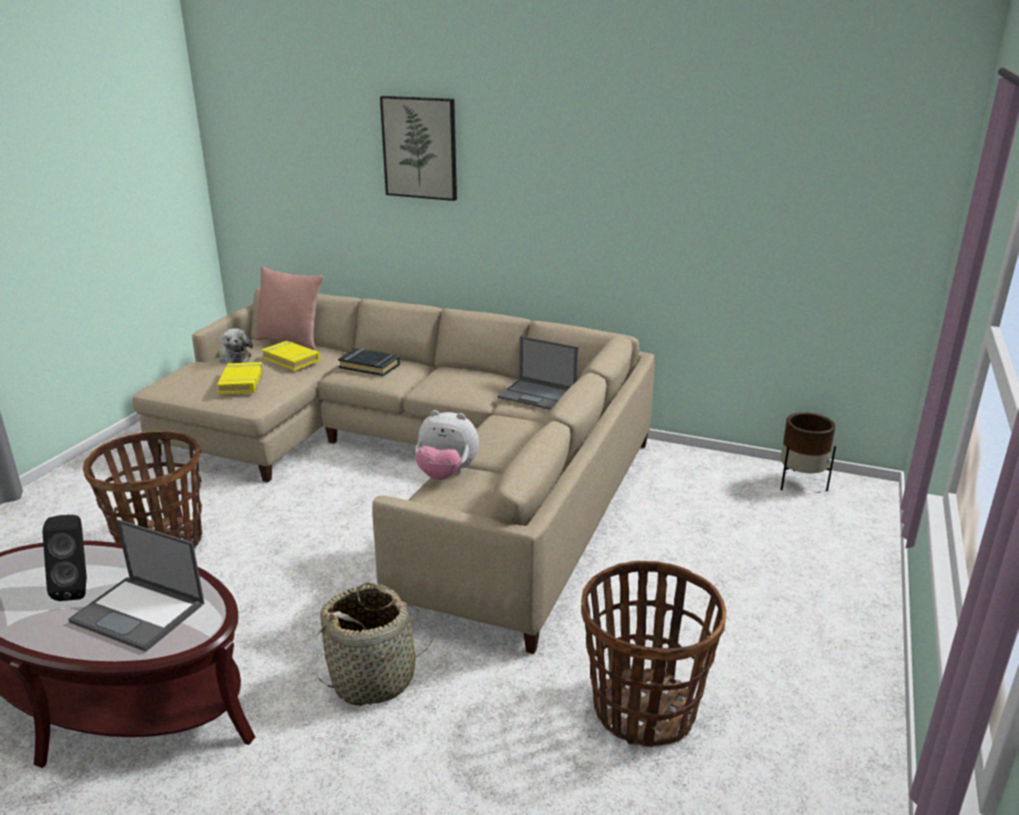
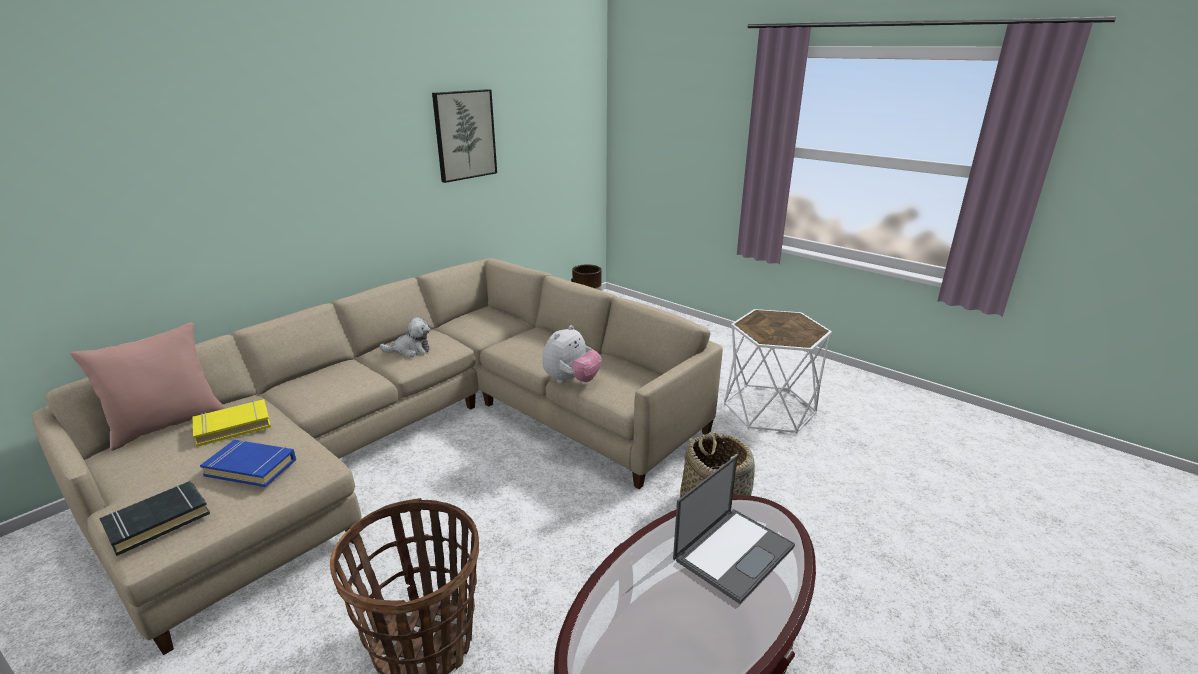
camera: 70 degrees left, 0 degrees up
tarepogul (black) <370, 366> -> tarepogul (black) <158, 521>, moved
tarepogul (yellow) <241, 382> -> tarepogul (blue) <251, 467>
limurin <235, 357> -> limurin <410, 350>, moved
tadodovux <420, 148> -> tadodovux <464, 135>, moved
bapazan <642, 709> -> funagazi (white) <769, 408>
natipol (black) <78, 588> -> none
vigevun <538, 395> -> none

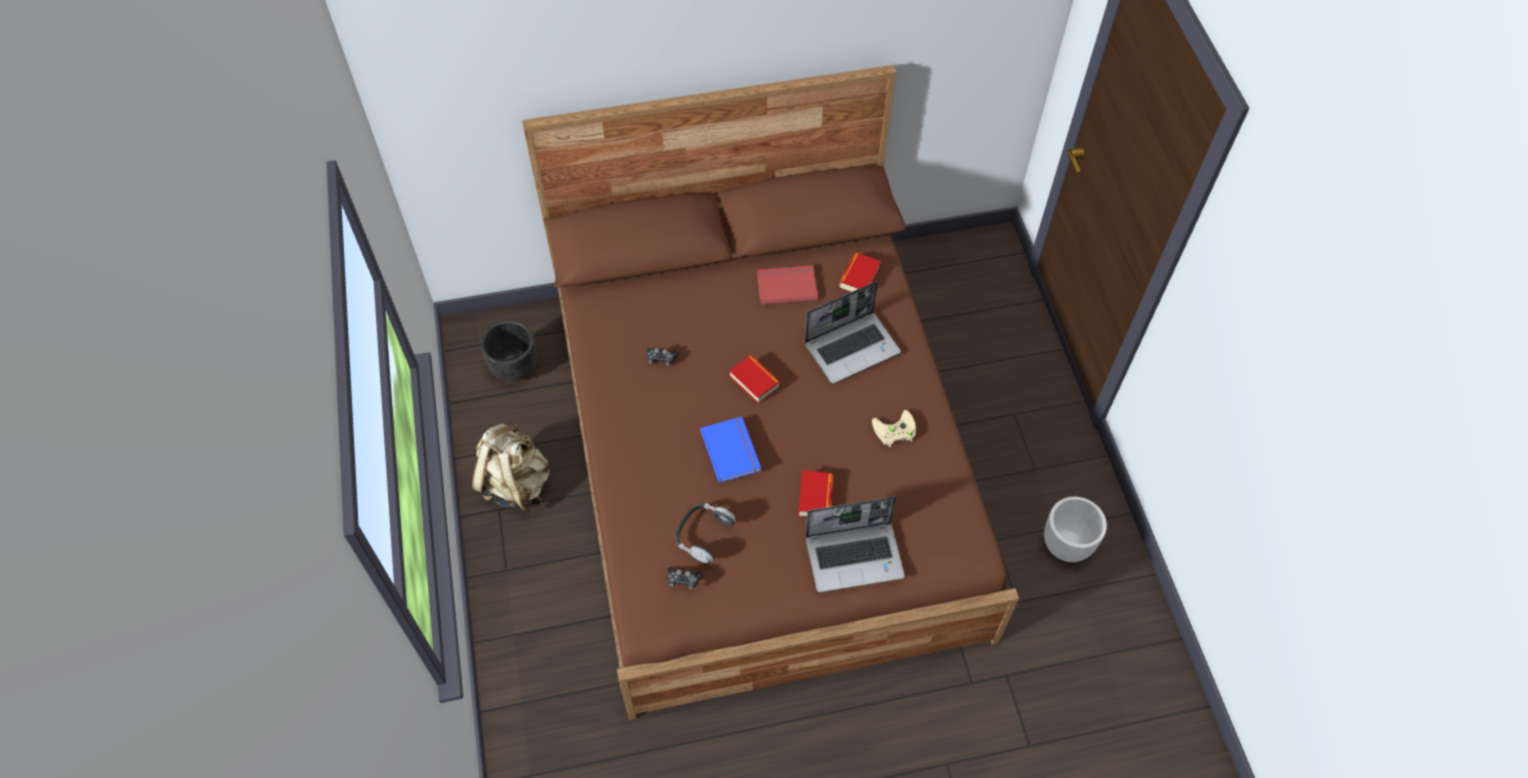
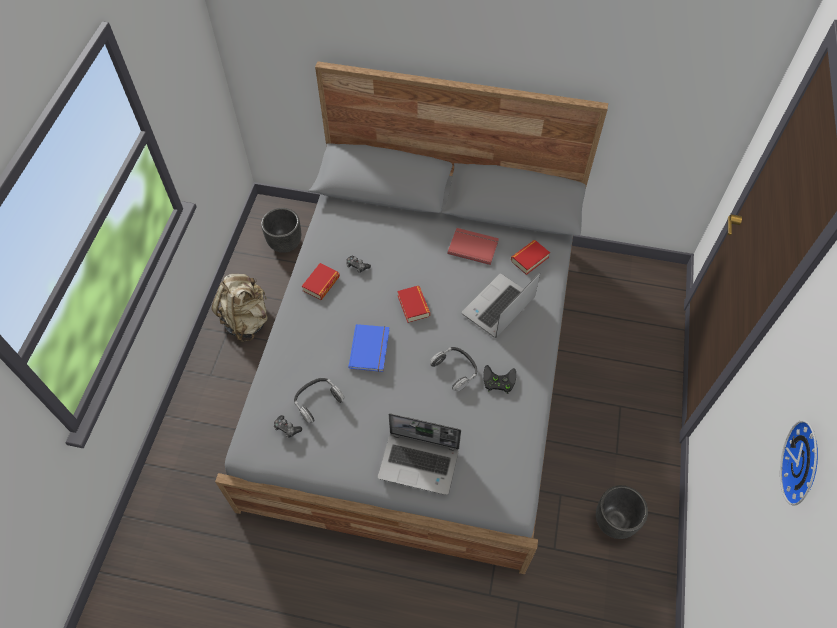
camera: 25 degrees right, 0 degrees up
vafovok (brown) <763, 457> -> vafovok (grey) <419, 366>
tarepogul <815, 497> -> tarepogul <321, 284>, moved
none -> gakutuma <455, 370>
vigevun <852, 347> -> vigevun <498, 308>, 135 degrees clockwise
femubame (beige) <894, 431> -> femubame (black) <497, 381>
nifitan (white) <1067, 545> -> nifitan (black) <614, 522>
none -> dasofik <805, 464>

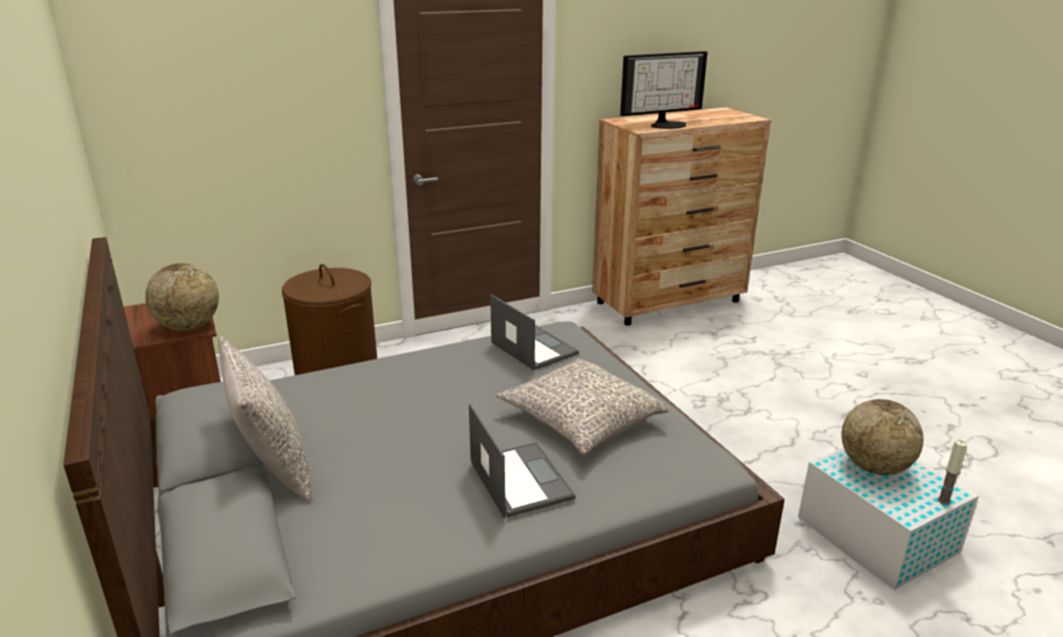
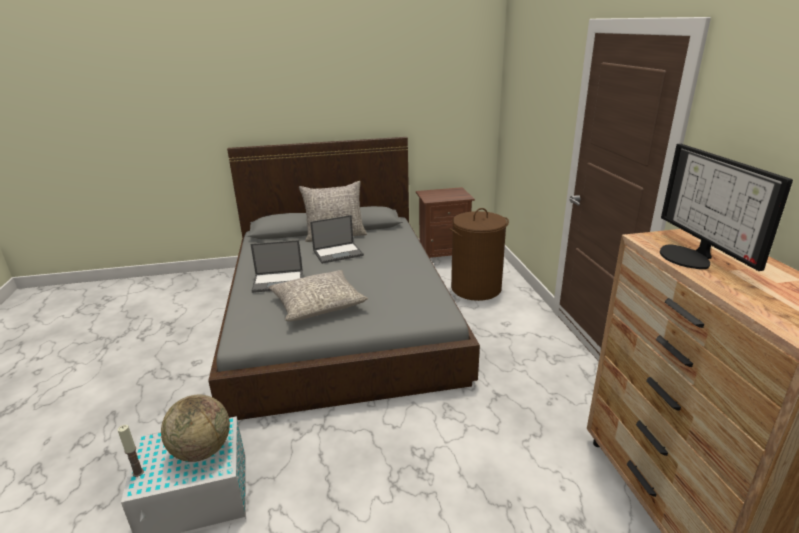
camera: 105 degrees right, 0 degrees up
vigevun <533, 348> -> vigevun <338, 253>, moved
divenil <188, 326> -> none

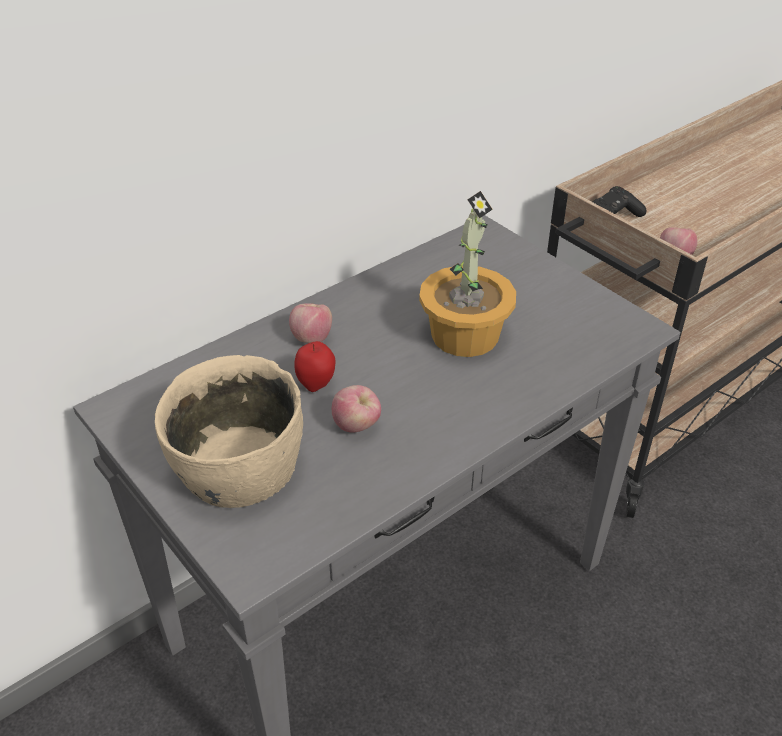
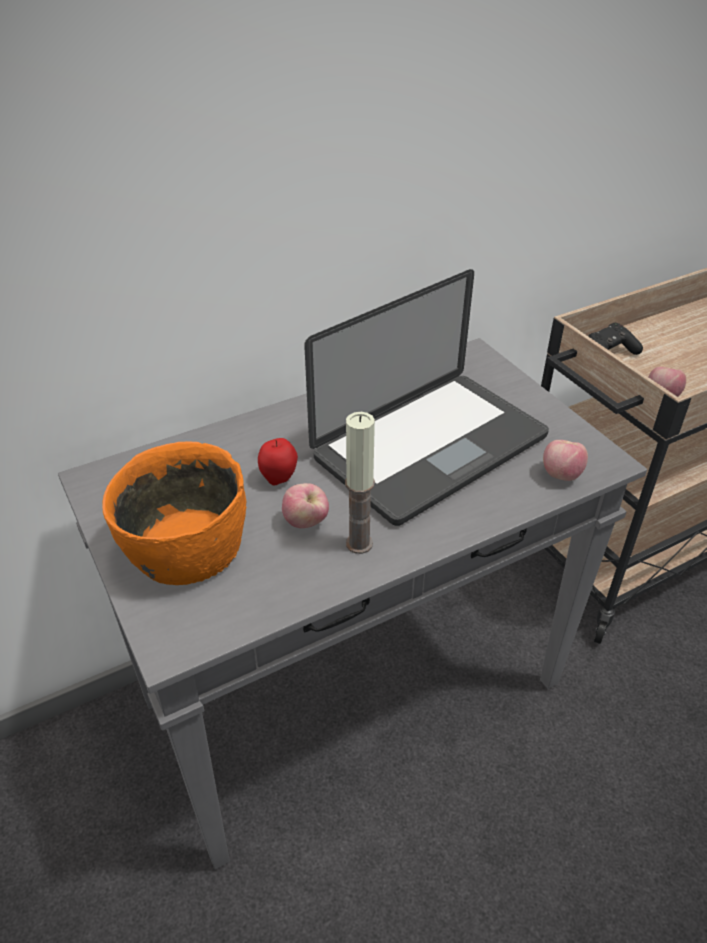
camera: 10 degrees right, 0 degrees up
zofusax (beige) <237, 469> -> zofusax (orange) <184, 549>
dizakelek <464, 334> -> vigevun <430, 448>
none -> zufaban <359, 543>
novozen <312, 338> -> novozen <561, 474>, moved

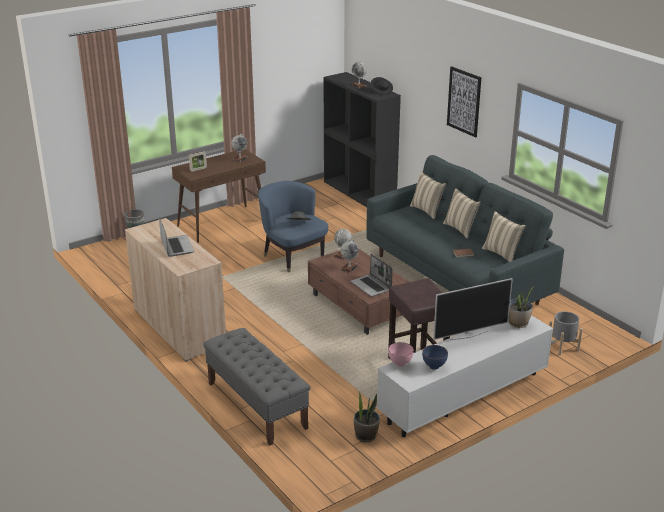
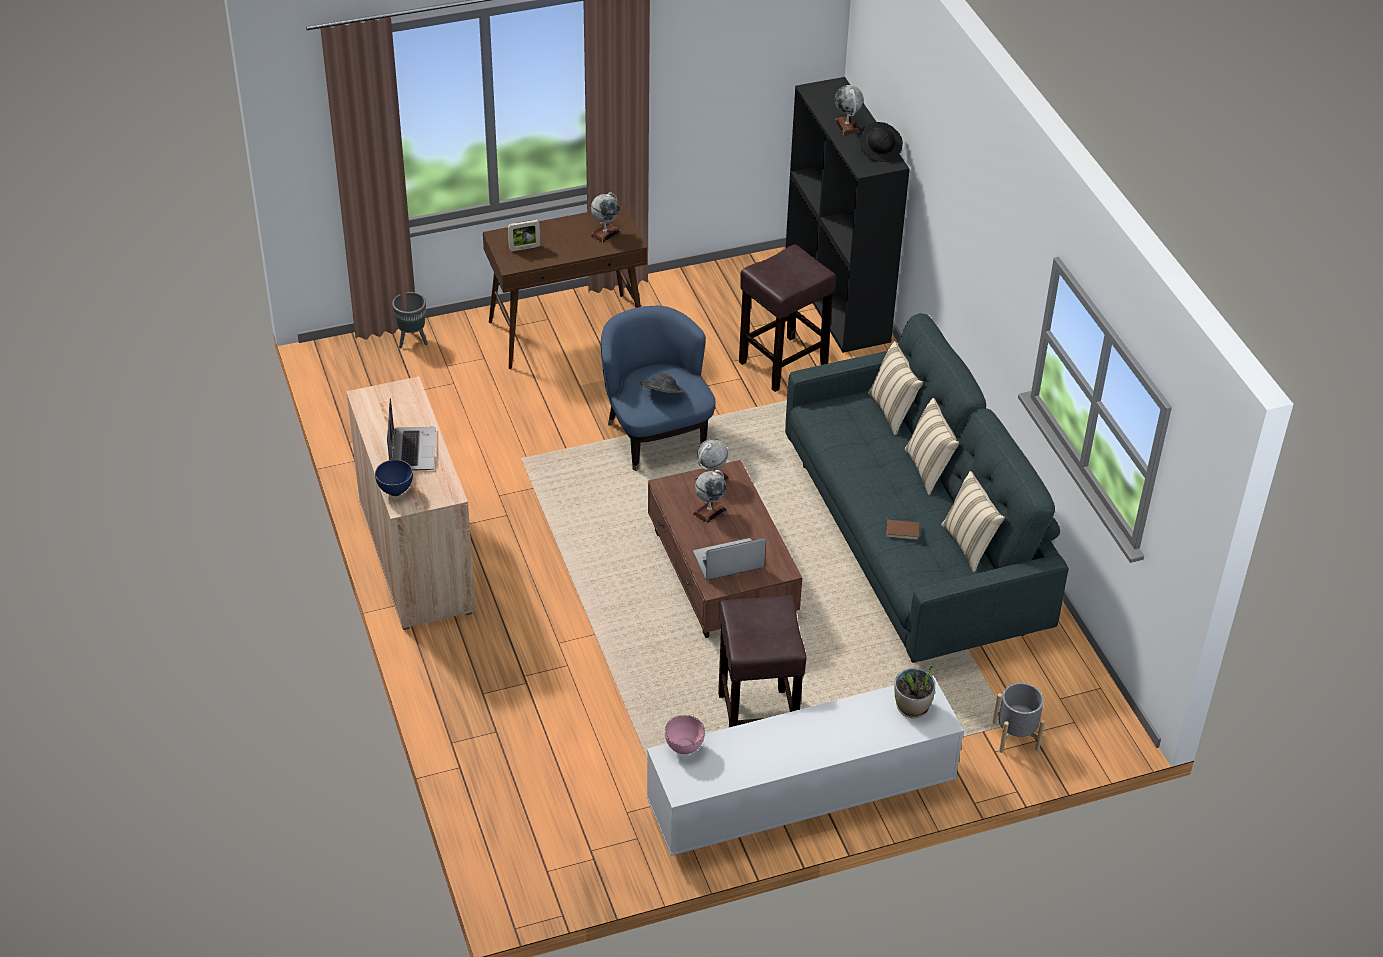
camera: 15 degrees right, 15 degrees up
zofusax (blue) <434, 367> -> zofusax (blue) <395, 492>, moved
vigevun <371, 286> -> vigevun <727, 562>, 90 degrees clockwise
none -> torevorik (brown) <782, 364>
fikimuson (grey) <256, 405> -> none
dizakelek <366, 436> -> none
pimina <468, 335> -> none
tadodovux <464, 101> -> none

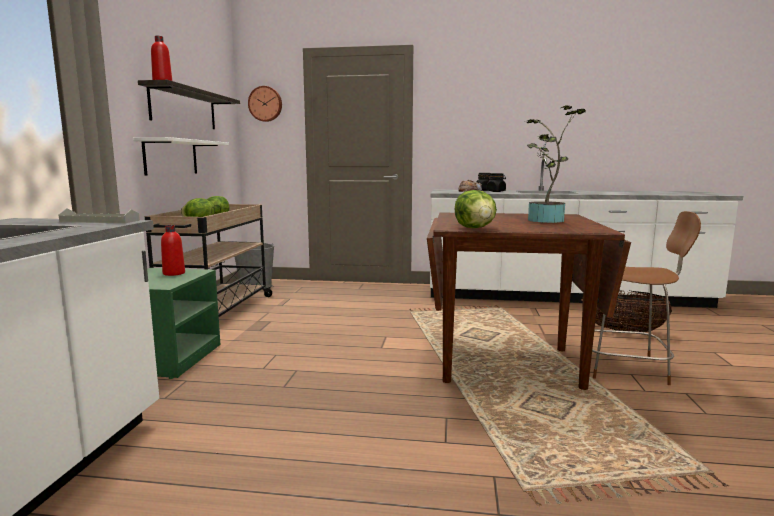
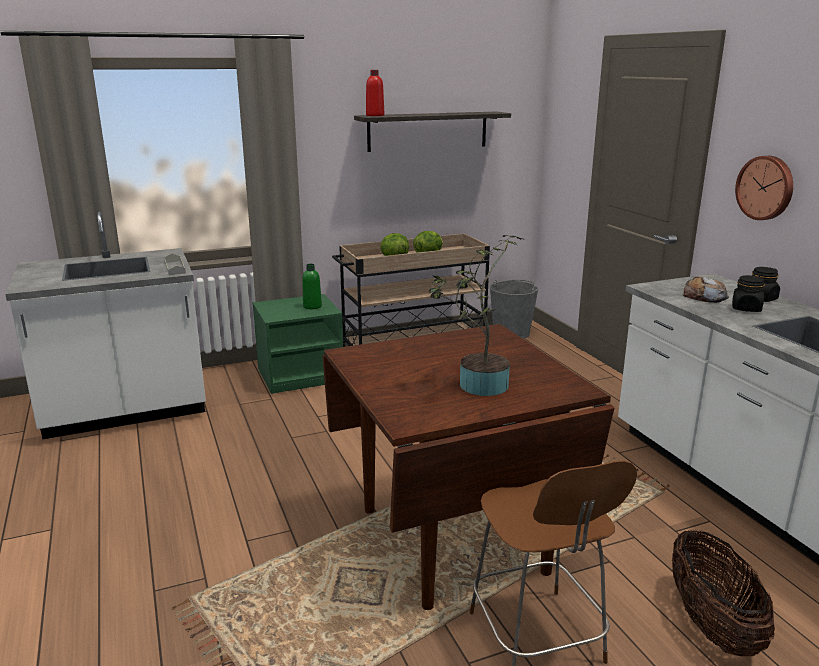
camera: 60 degrees right, 10 degrees up
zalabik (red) <174, 273> -> zalabik (green) <312, 306>
dasofik <265, 104> -> dasofik <766, 187>, moved
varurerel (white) <171, 157> -> none
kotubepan <475, 228> -> none

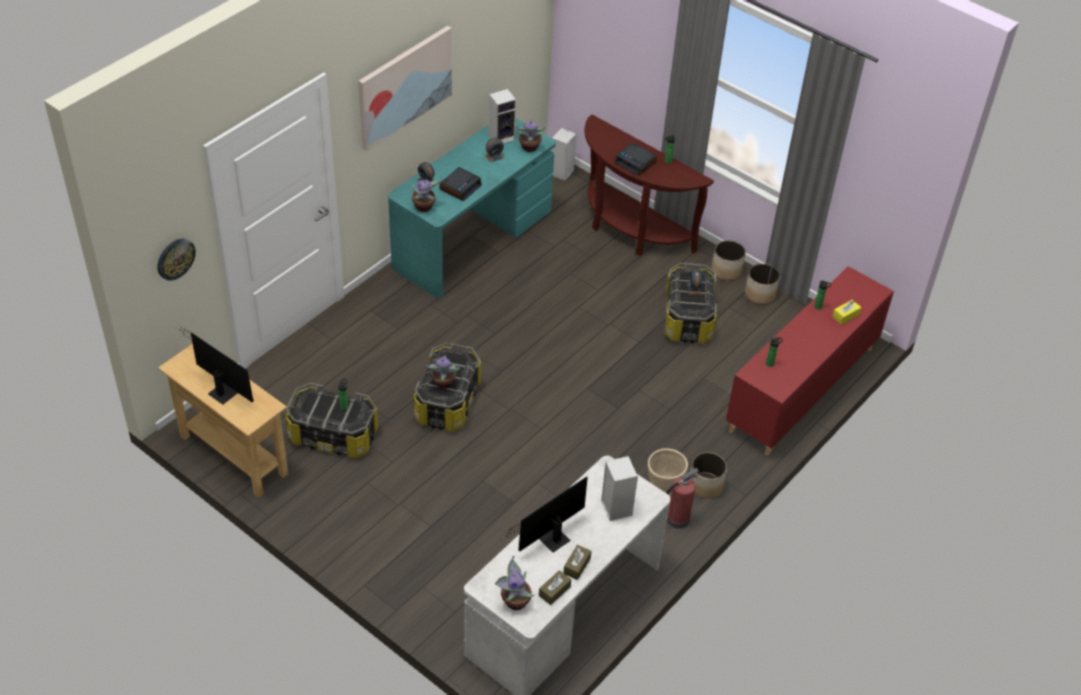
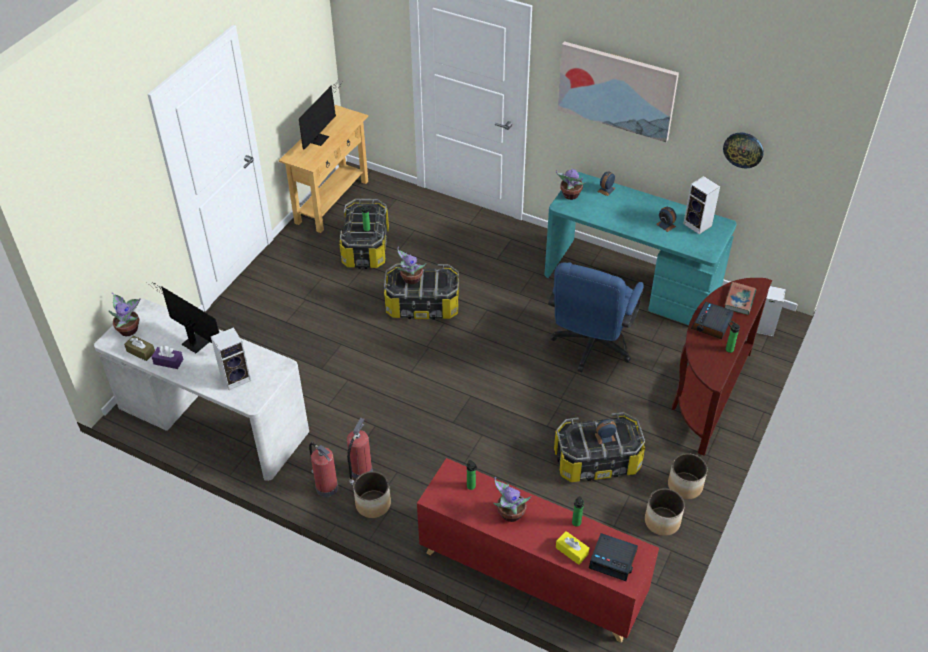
camera: 80 degrees right, 0 degrees up
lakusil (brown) <577, 566> -> lakusil (purple) <168, 361>
nifitan (beige) <663, 489> -> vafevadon <360, 471>
dizakelek <529, 148> -> dizakelek <509, 514>, moved
none -> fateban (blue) <590, 347>
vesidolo <460, 187> -> vesidolo <613, 559>, moved
dasofik <175, 258> -> dasofik <743, 149>, moved
none -> tarepogul <739, 300>

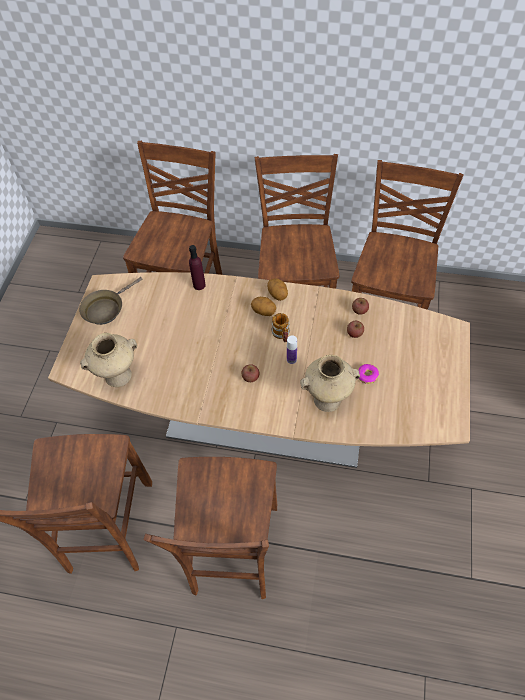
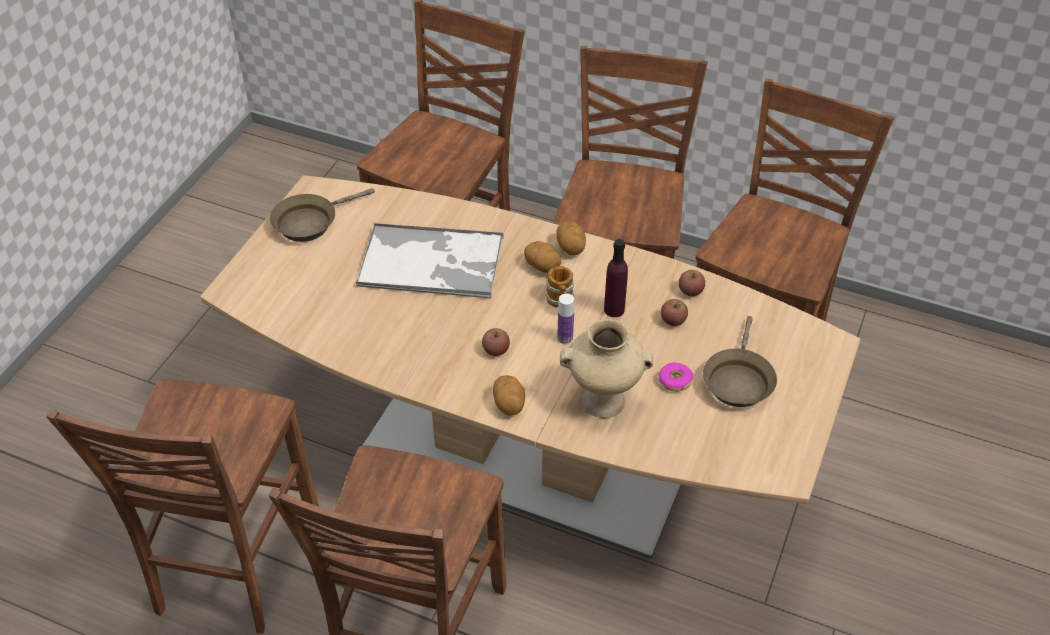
camera: 10 degrees right, 10 degrees down
none -> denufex <432, 262>
none -> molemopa <509, 405>
zalabik (purple) <199, 285> -> zalabik (purple) <614, 309>, moved
none -> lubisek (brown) <738, 380>
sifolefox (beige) <118, 376> -> none

